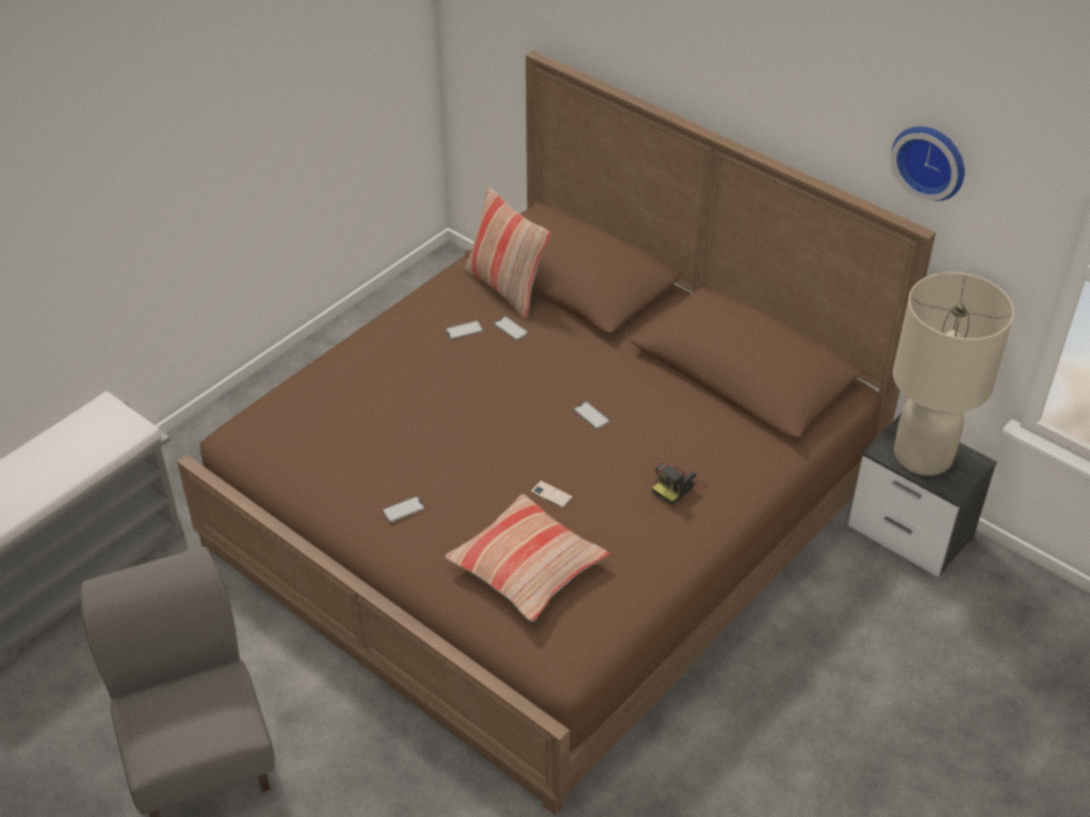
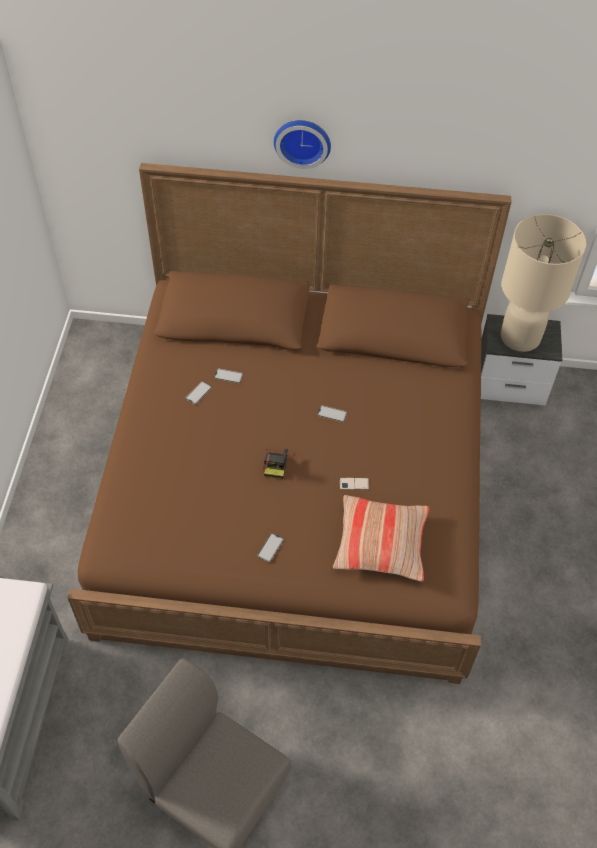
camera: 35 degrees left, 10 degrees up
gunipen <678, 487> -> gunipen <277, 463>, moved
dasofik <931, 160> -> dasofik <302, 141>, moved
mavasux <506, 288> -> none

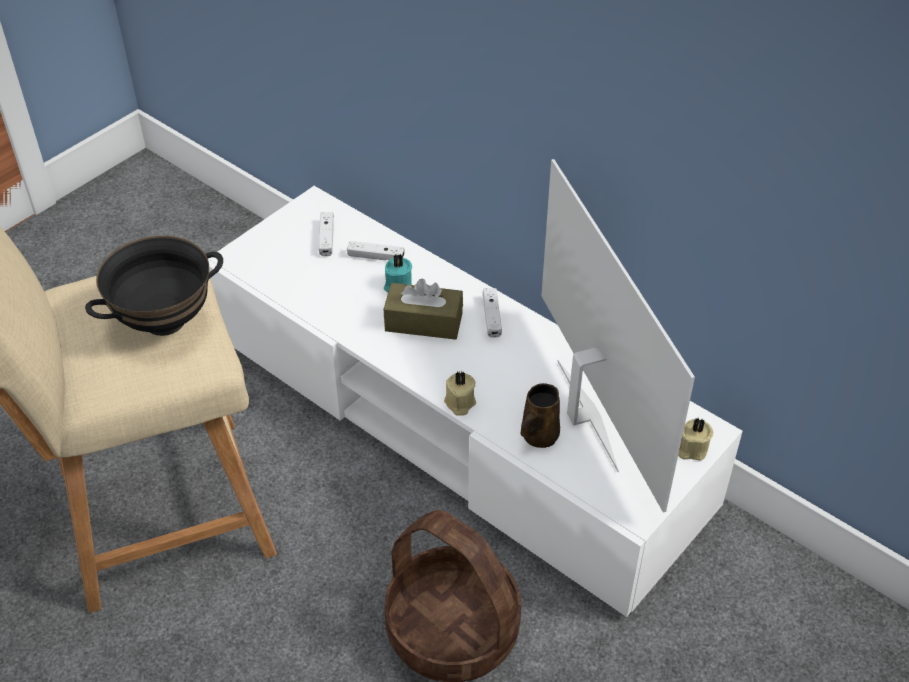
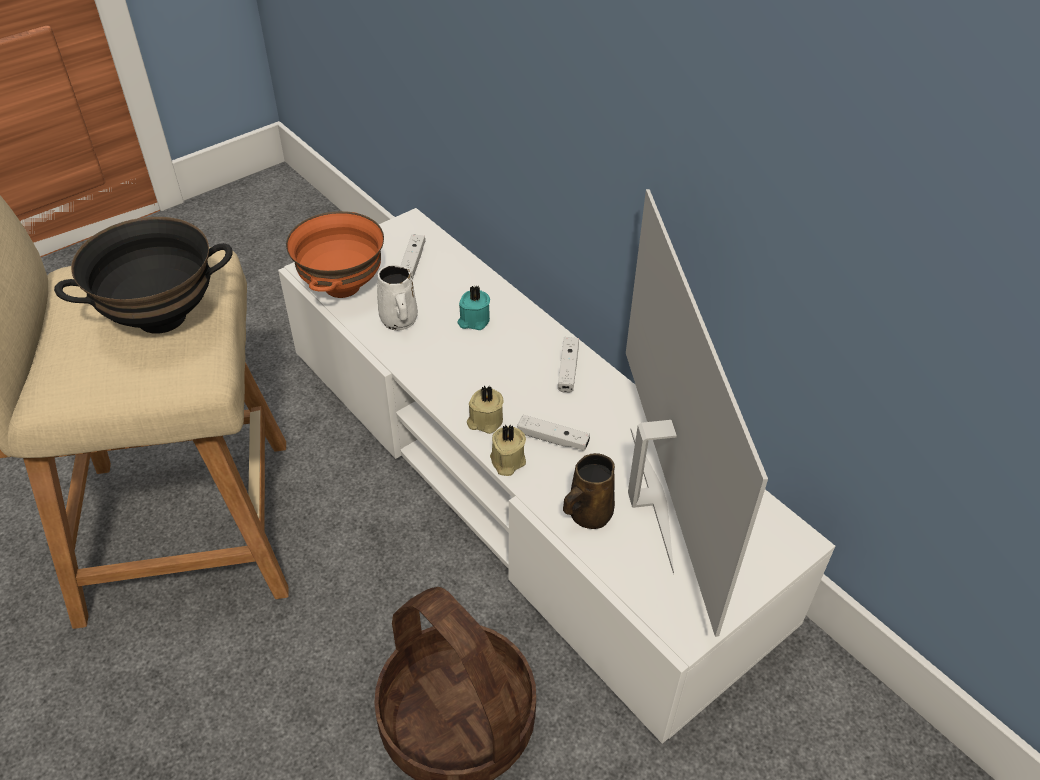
camera: 10 degrees right, 0 degrees up
none -> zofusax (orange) <343, 287>
none -> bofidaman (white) <399, 321>
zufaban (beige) <691, 449> -> zufaban (beige) <485, 421>, moved
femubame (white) <376, 256> -> femubame (white) <553, 439>, moved
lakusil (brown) <423, 322> -> none

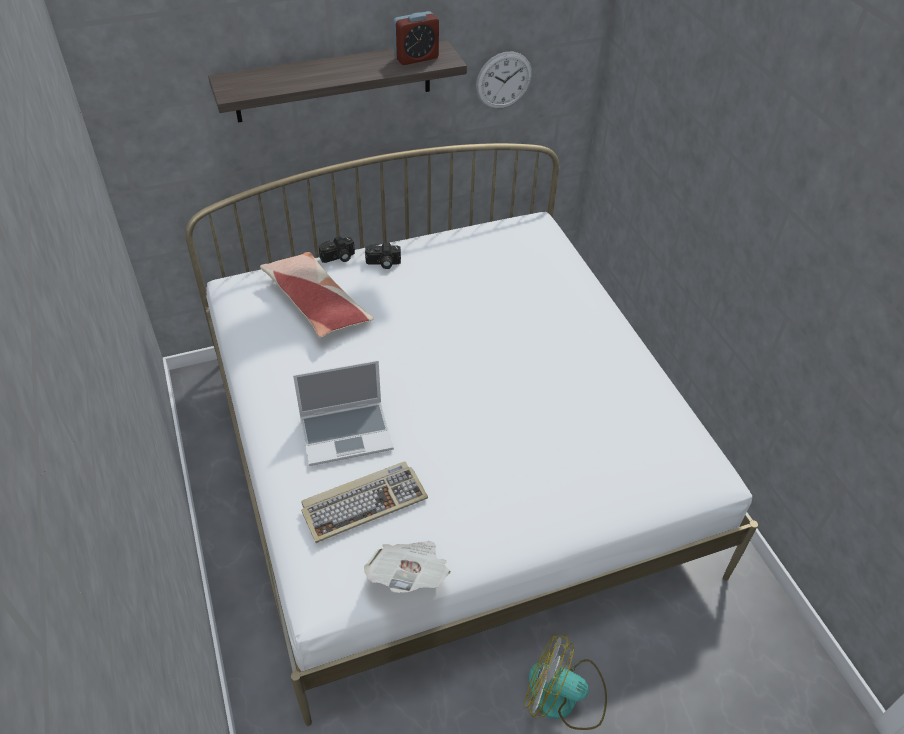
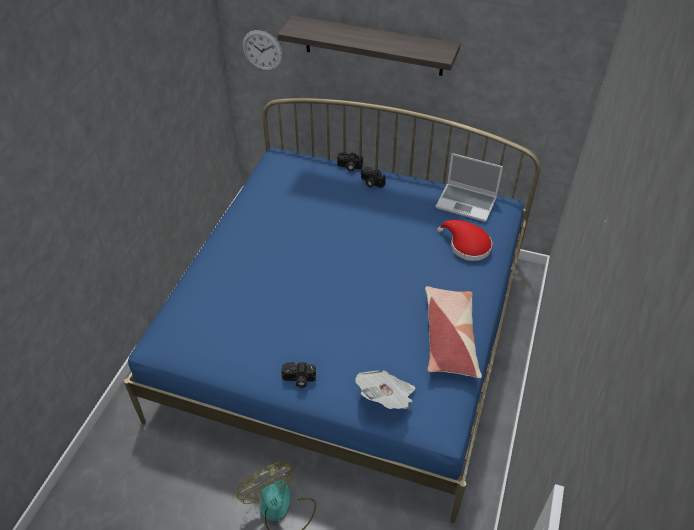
camera: 40 degrees right, 0 degrees up
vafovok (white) <448, 460> -> vafovok (blue) <347, 334>
dasofik <504, 80> -> dasofik <262, 50>, moved
none -> gunipen <298, 380>
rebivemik <409, 576> -> rebivemik <386, 397>, moved
mavasux <316, 303> -> mavasux <450, 337>, moved
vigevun <347, 433> -> vigevun <467, 203>, moved
none -> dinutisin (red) <467, 245>
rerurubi <364, 502> -> none
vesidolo <416, 58> -> none

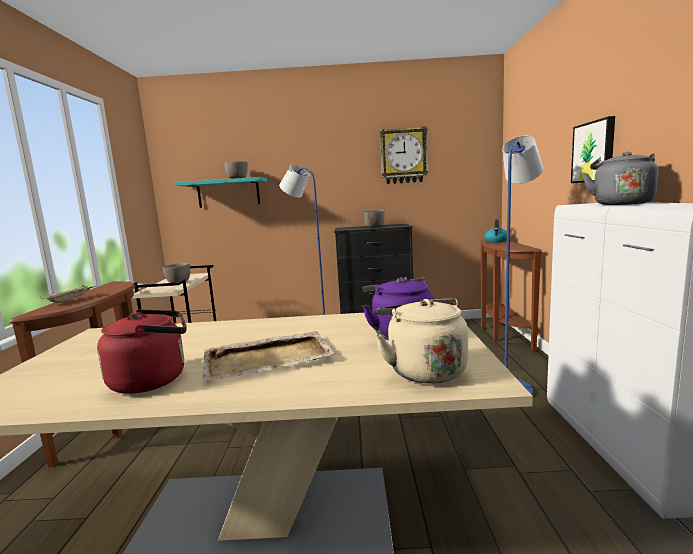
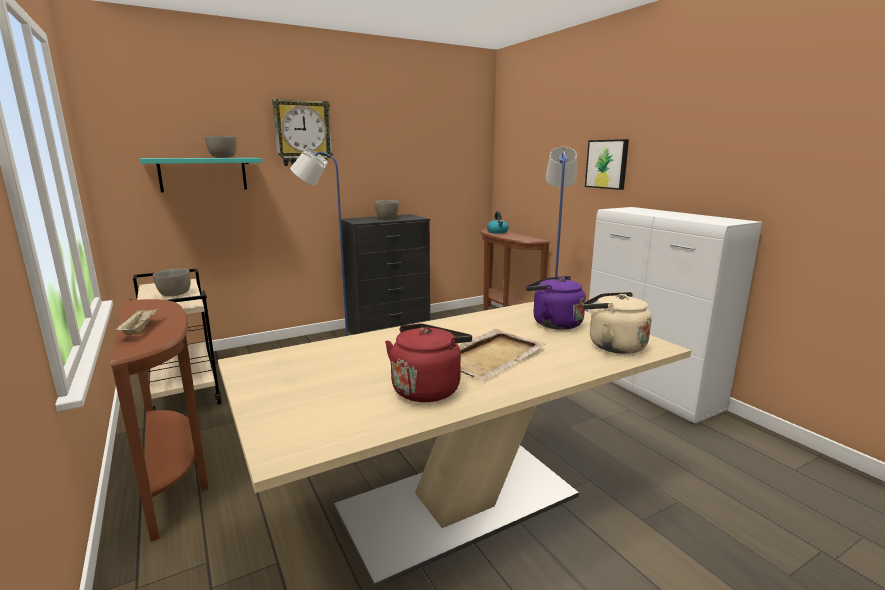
camera: 30 degrees left, 5 degrees up
dasofik <403, 156> -> dasofik <302, 133>, moved
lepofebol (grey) <620, 204> -> none

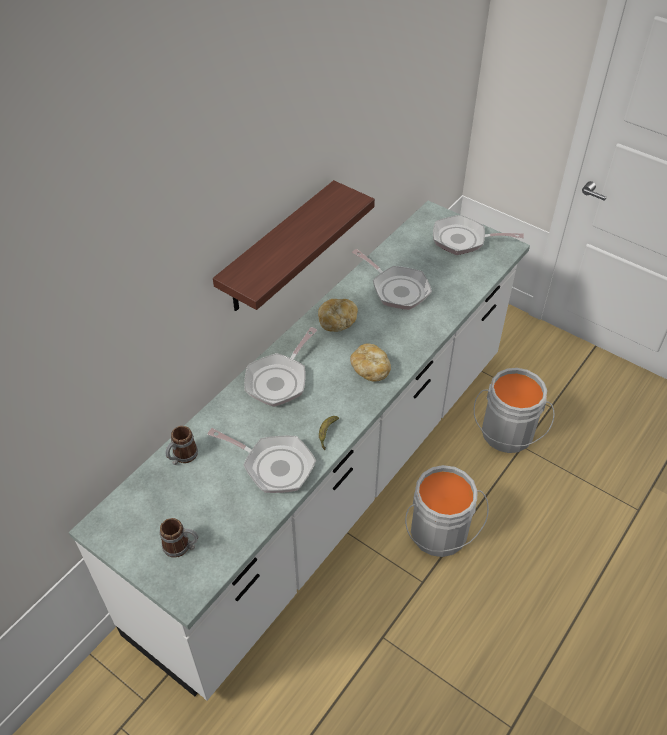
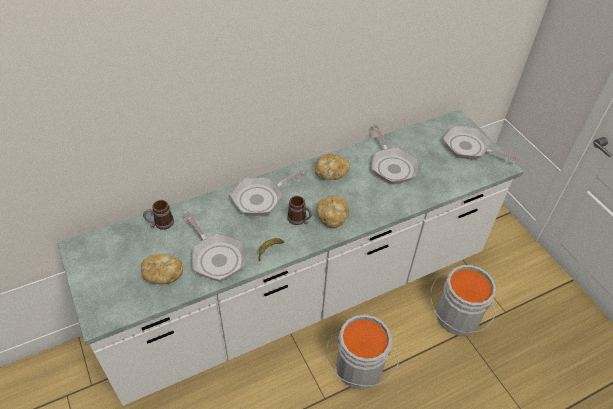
camera: 25 degrees right, 0 degrees up
none -> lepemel <162, 274>
bofidaman <181, 547> -> bofidaman <299, 220>, moved
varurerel <278, 249> -> none

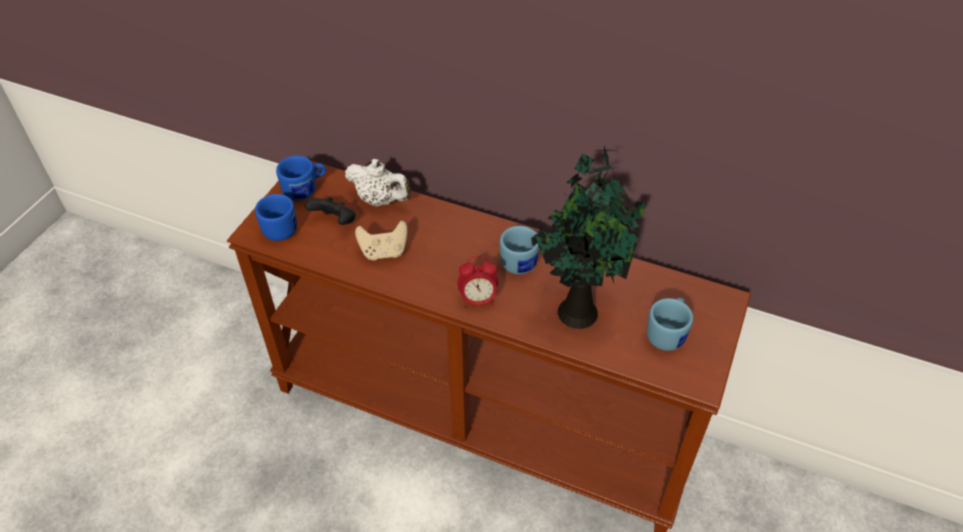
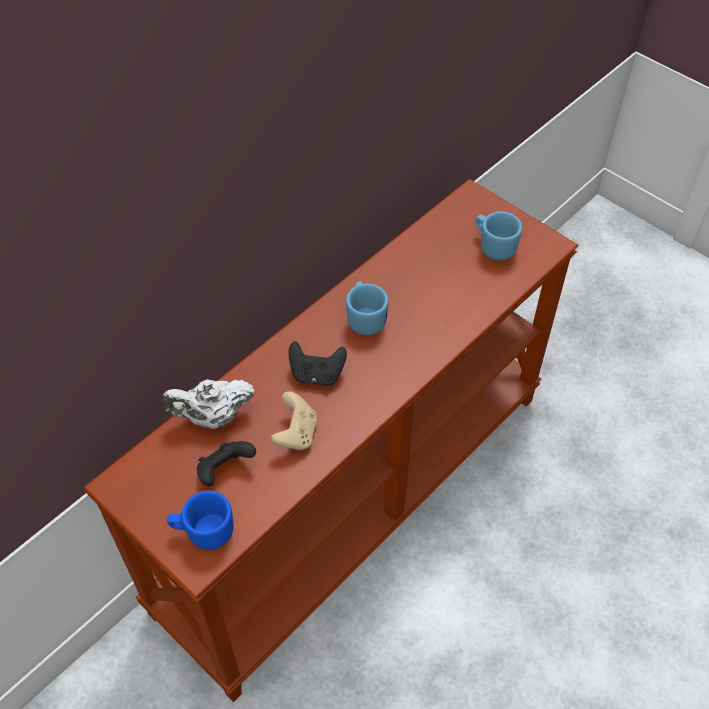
camera: 70 degrees left, 5 degrees up
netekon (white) <380, 200> -> netekon (white) <212, 417>, 150 degrees counterclockwise
none -> femubame (black) <316, 374>
bofidaman (blue) <305, 190> -> none
vesidolo <478, 300> -> none
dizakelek <577, 309> -> none

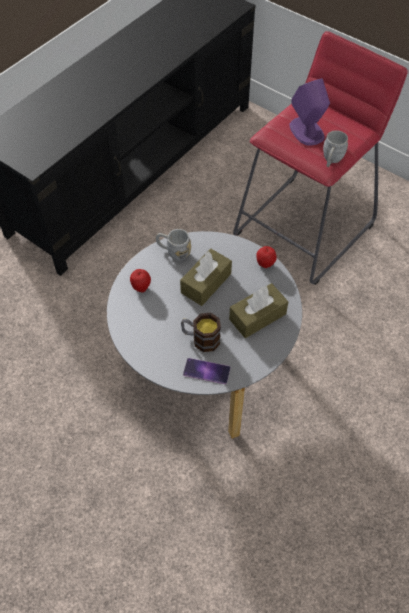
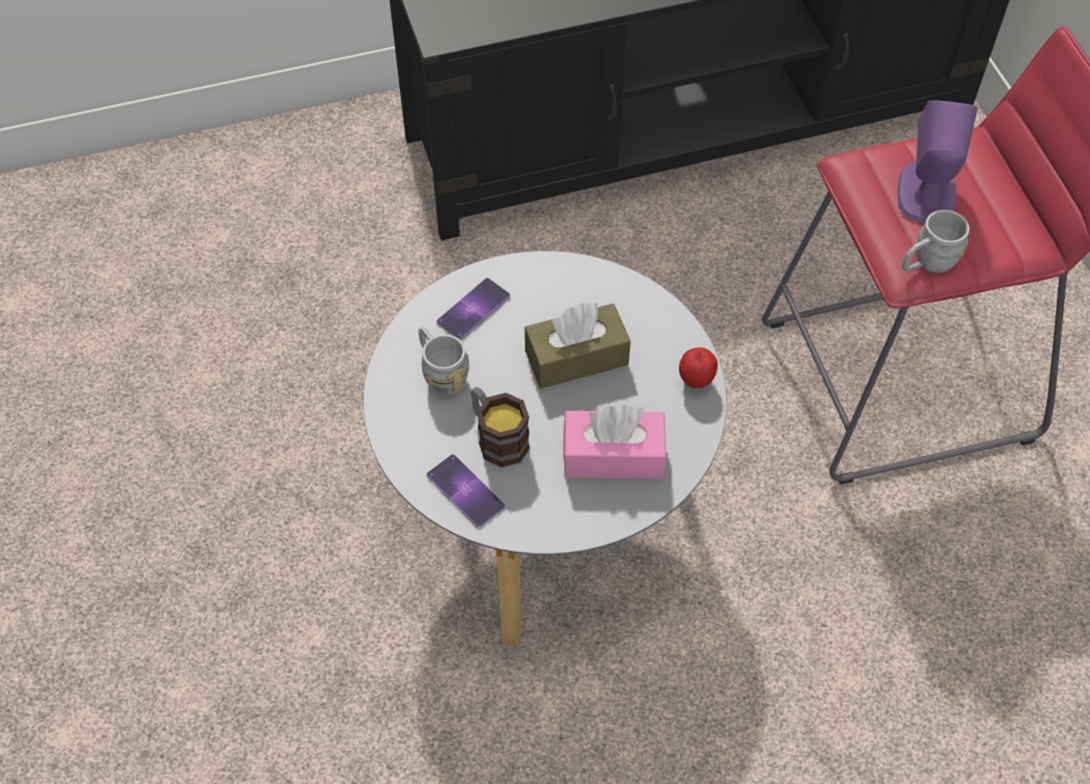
camera: 35 degrees right, 0 degrees up
bofidaman (grey) <173, 252> -> bofidaman (grey) <441, 373>, moved
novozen <141, 287> -> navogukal <473, 309>
lakusil (brown) <257, 316> -> lakusil (pink) <613, 456>

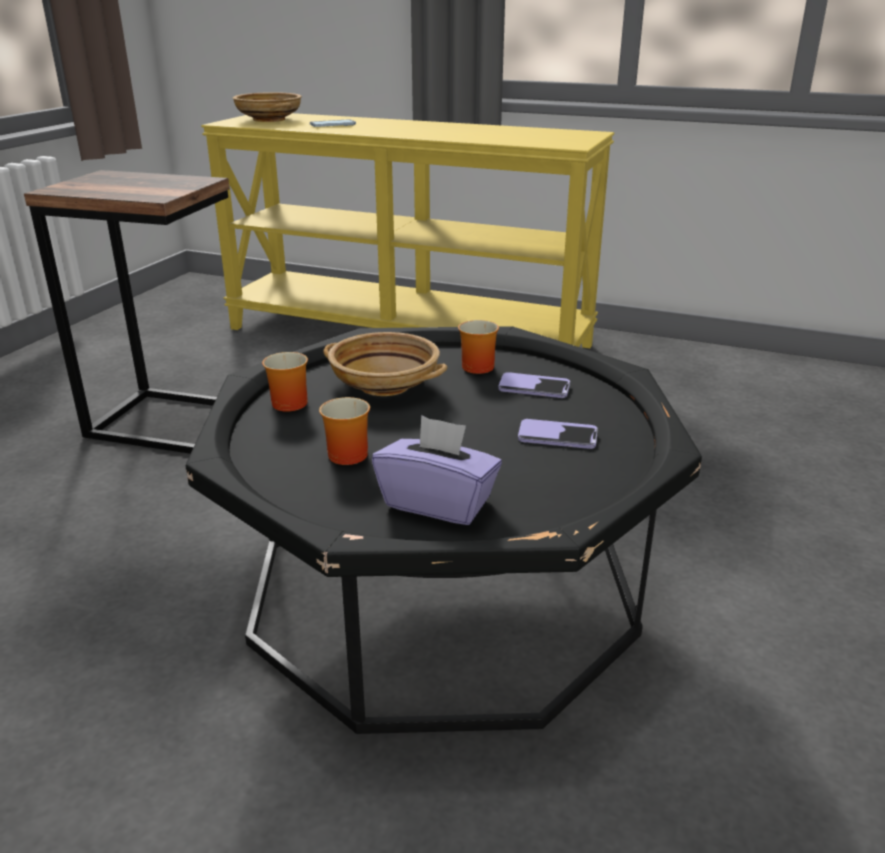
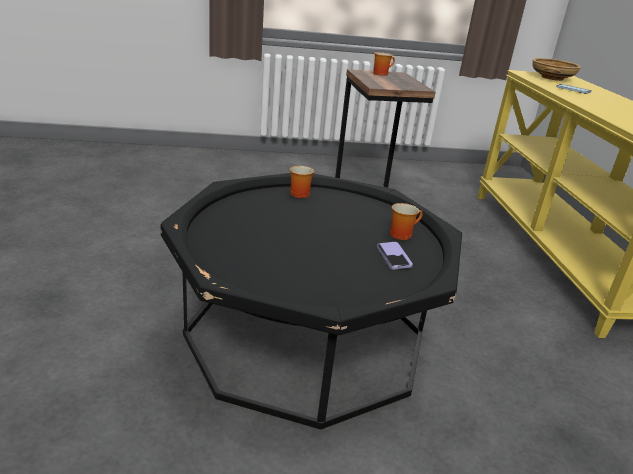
camera: 60 degrees right, 0 degrees up
bofidaman <344, 453> -> bofidaman <381, 74>, moved
zofusax (beige) <386, 385> -> none
lakusil (purple) <438, 502> -> none
navogukal <557, 436> -> none

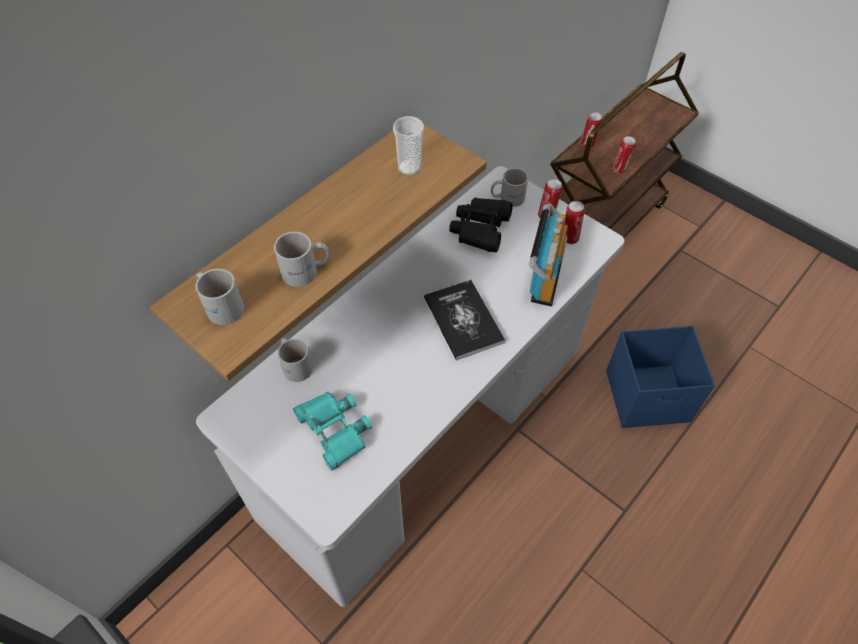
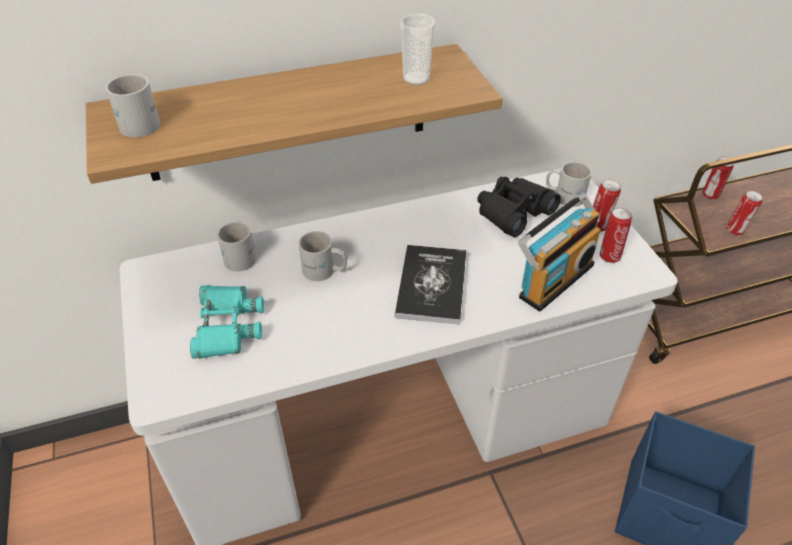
camera: 30 degrees right, 10 degrees down
bofidaman (white) <306, 271> -> bofidaman (white) <324, 271>, moved

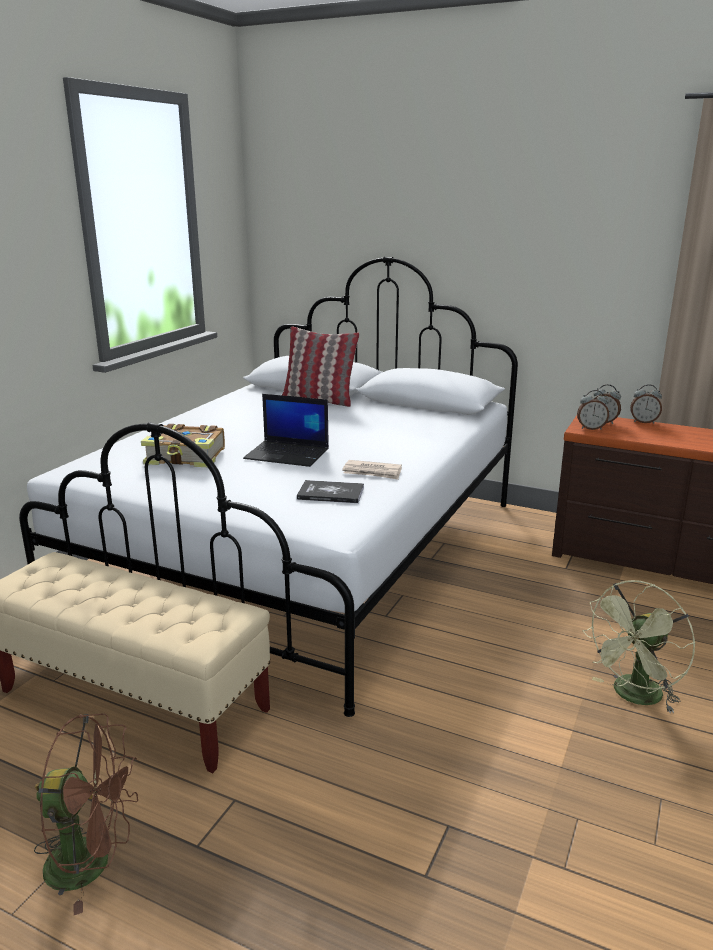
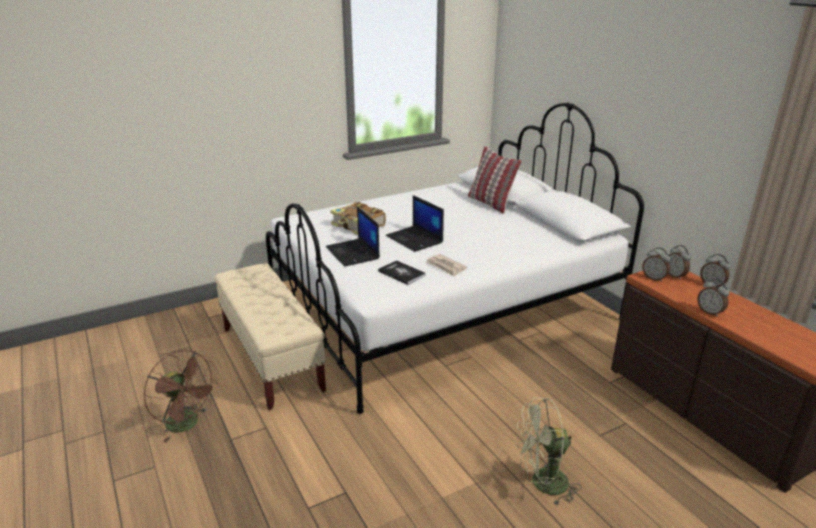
camera: 35 degrees right, 5 degrees up
none -> vigevun <353, 253>
none -> vesidolo <710, 312>

